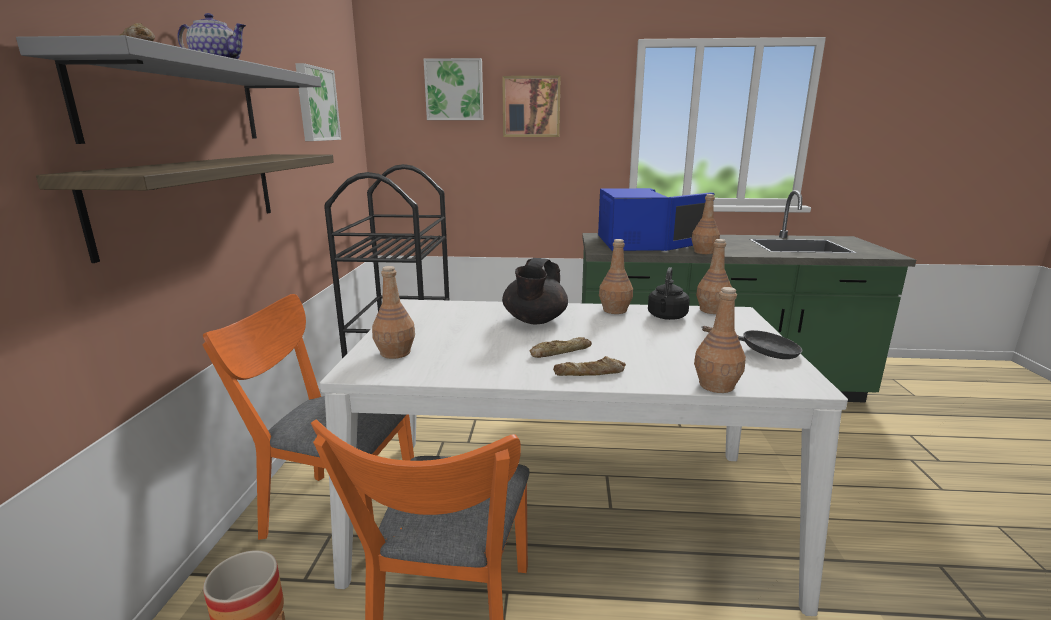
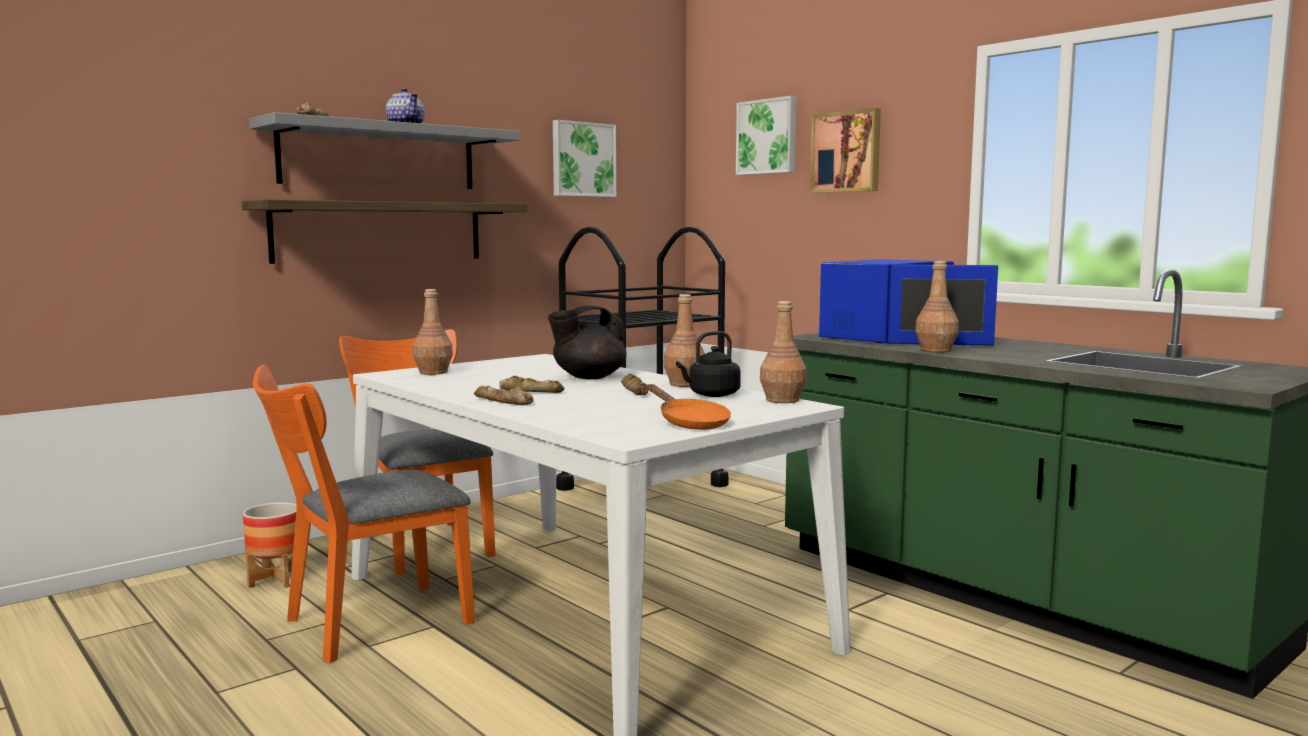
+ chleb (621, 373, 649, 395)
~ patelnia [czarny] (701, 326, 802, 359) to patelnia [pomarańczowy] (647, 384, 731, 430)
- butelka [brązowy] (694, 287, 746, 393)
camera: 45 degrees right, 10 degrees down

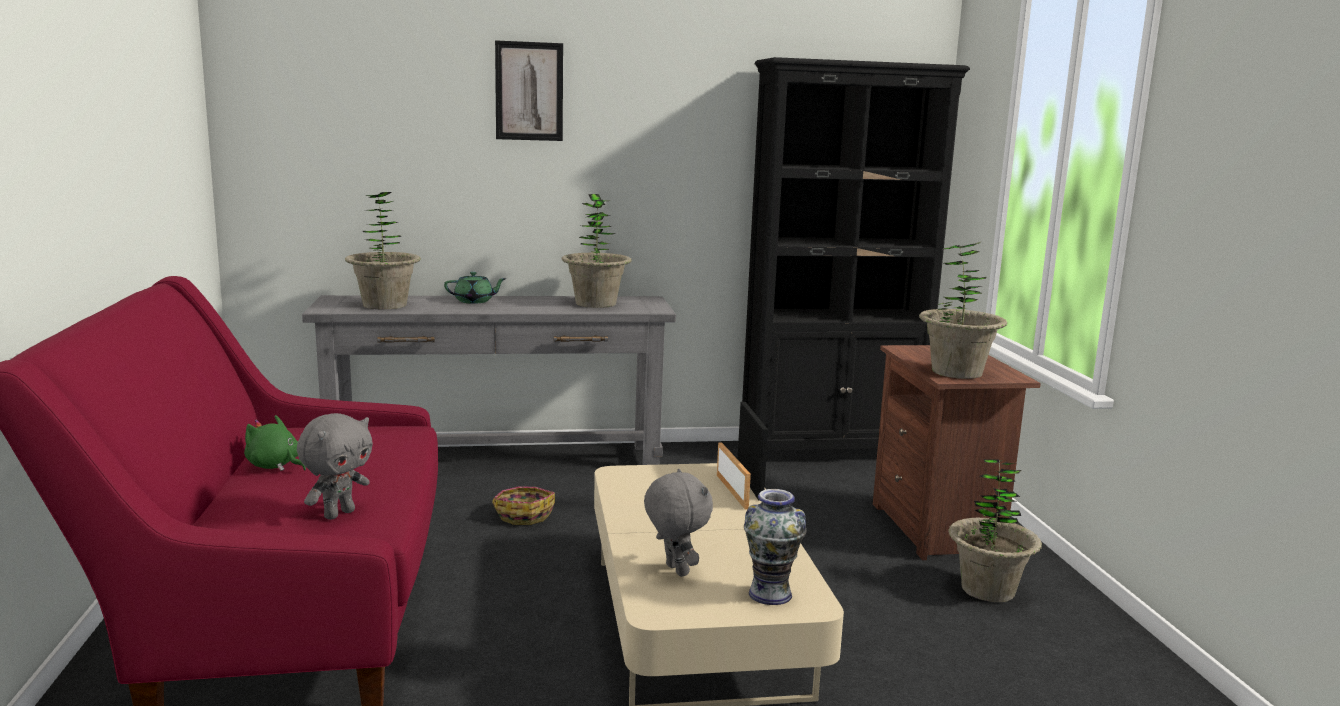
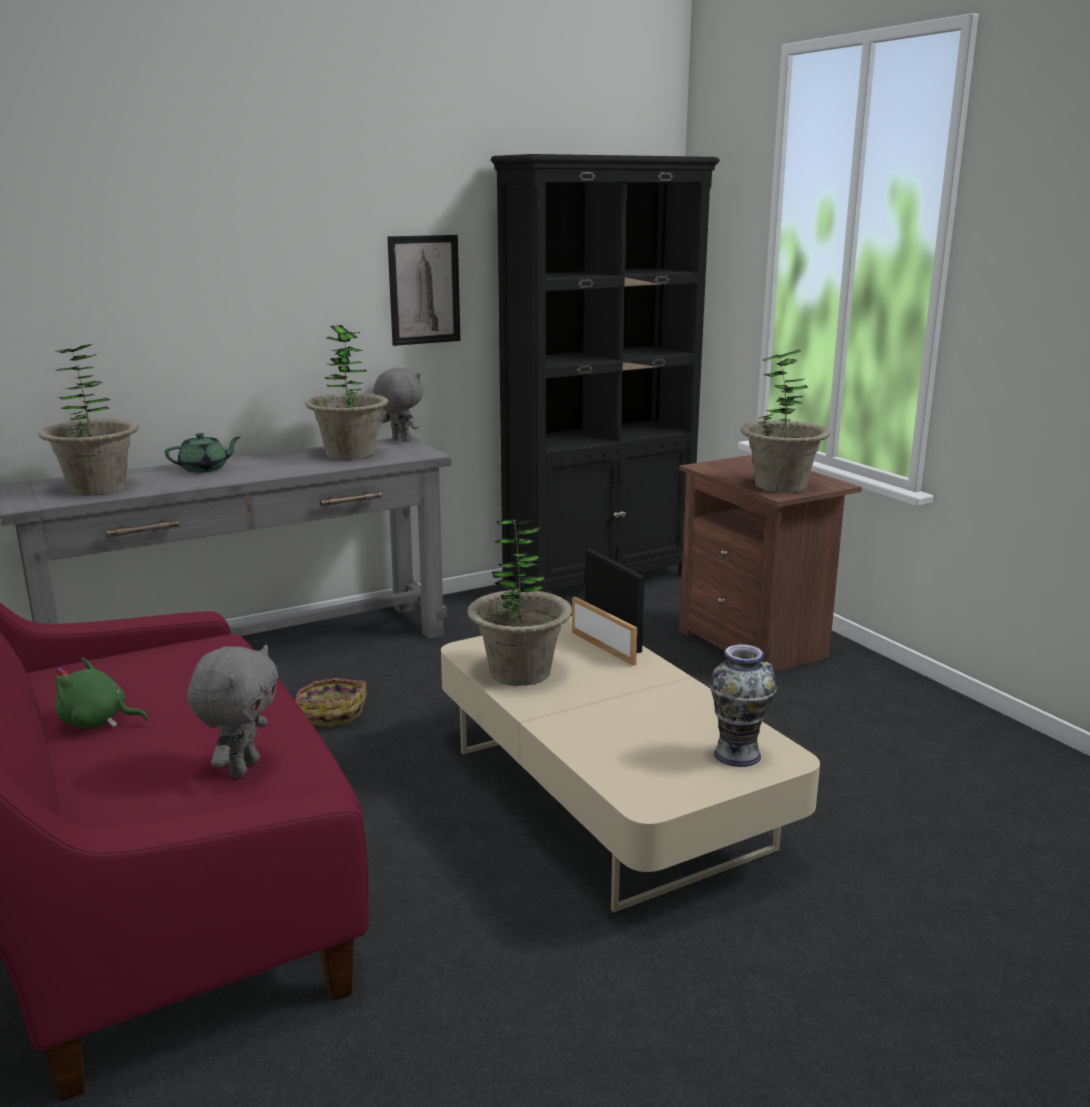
~ pluszak [szary] (644, 469, 713, 577) to (373, 368, 424, 442)
~ obraz (495, 40, 563, 141) to (387, 235, 461, 346)
~ roślina doniczkowa (948, 459, 1042, 602) to (467, 519, 573, 686)
camera: 20 degrees left, 5 degrees up

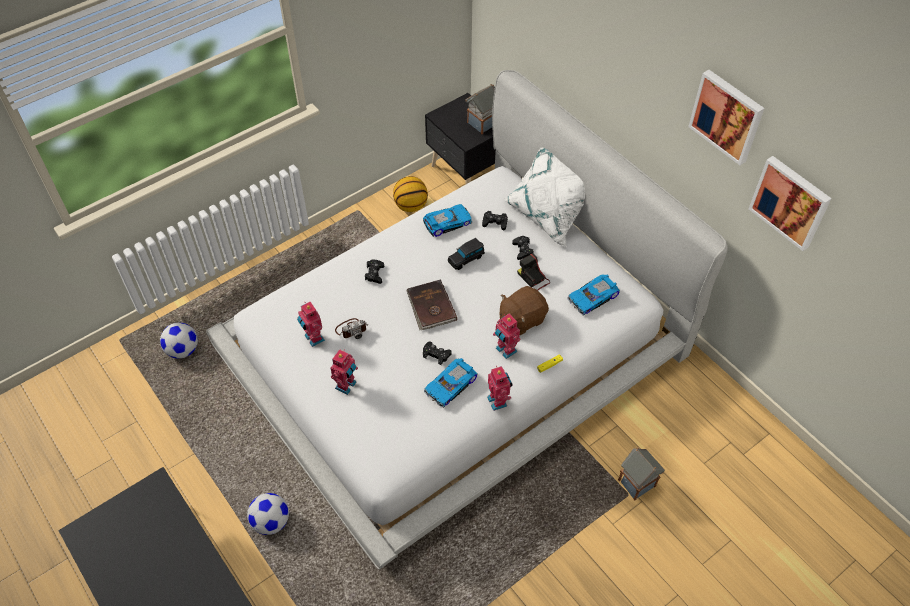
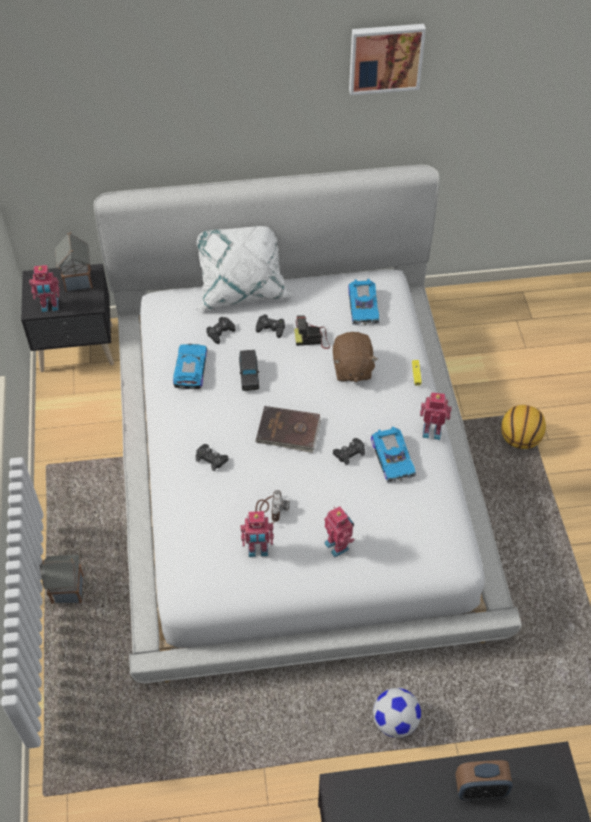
~ robot zabawkowy (493, 314, 520, 359) to (29, 265, 60, 312)
~ domek (618, 447, 665, 501) to (39, 554, 83, 604)
+ budzik (455, 760, 513, 800)
~ piłka do koszykówki (393, 176, 428, 212) to (501, 405, 546, 449)
- piłka futbolowa (160, 323, 198, 358)
- obraz (749, 156, 832, 251)
camera: 60 degrees left, 0 degrees up

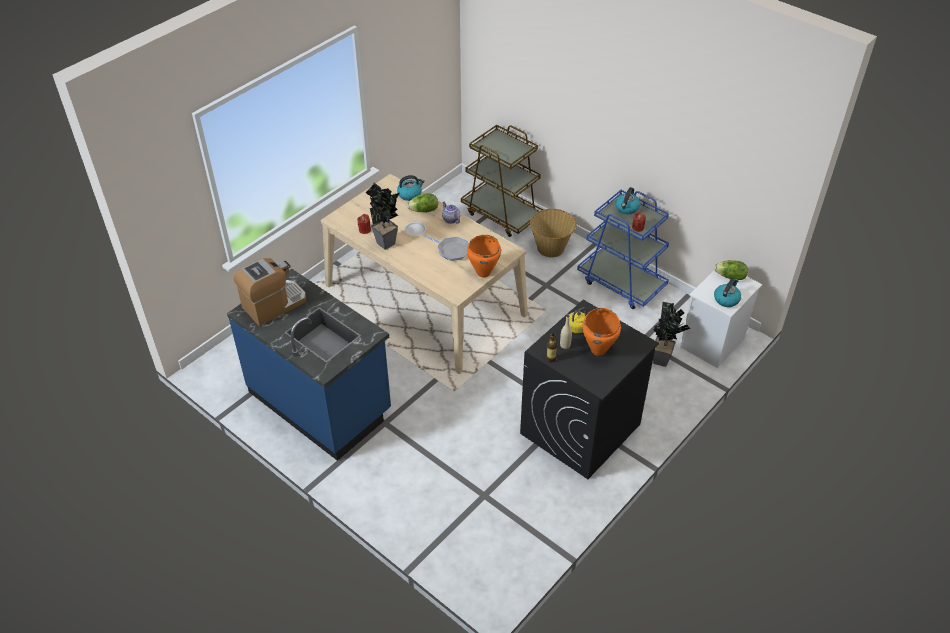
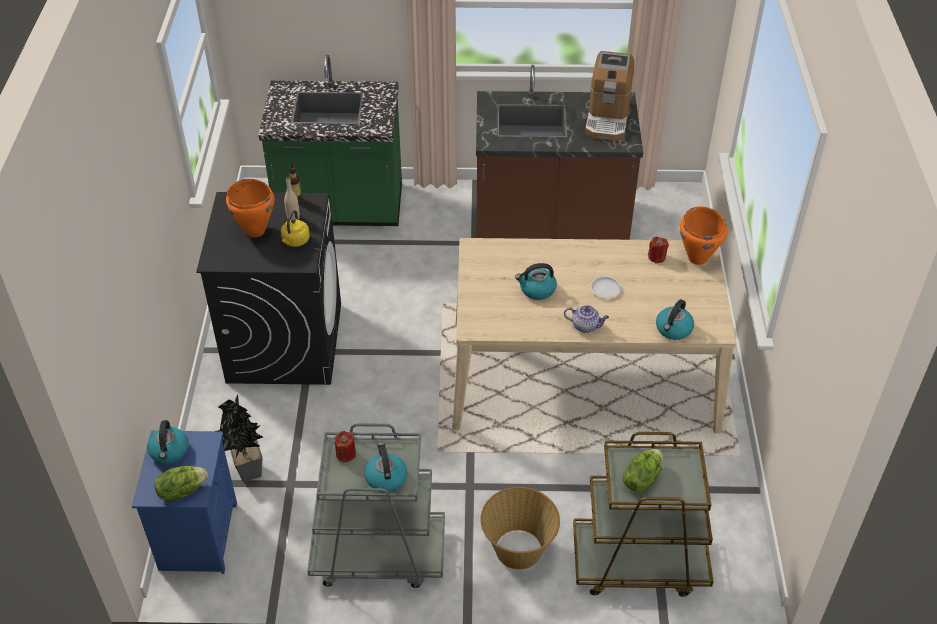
~ szafka nocna [biały] (680, 270, 762, 368) to szafka nocna [niebieski] (132, 431, 237, 574)
+ zabudowa kuchenna [zielony] (259, 55, 402, 226)
~ wózek [niebieski] (577, 190, 669, 309) to wózek [szary] (307, 423, 445, 588)
~ zabudowa kuchenna [niebieski] (227, 269, 391, 461) to zabudowa kuchenna [brązowy] (476, 65, 643, 240)
~ patelnia (424, 235, 469, 261) to czajnik (515, 263, 557, 300)
~ sałata (407, 194, 438, 213) to (622, 449, 663, 492)
~ garnek [pomarańczowy] (467, 235, 501, 277) to (680, 206, 727, 265)
- roślina doniczkowa (366, 183, 399, 250)
camera: 140 degrees right, 0 degrees up

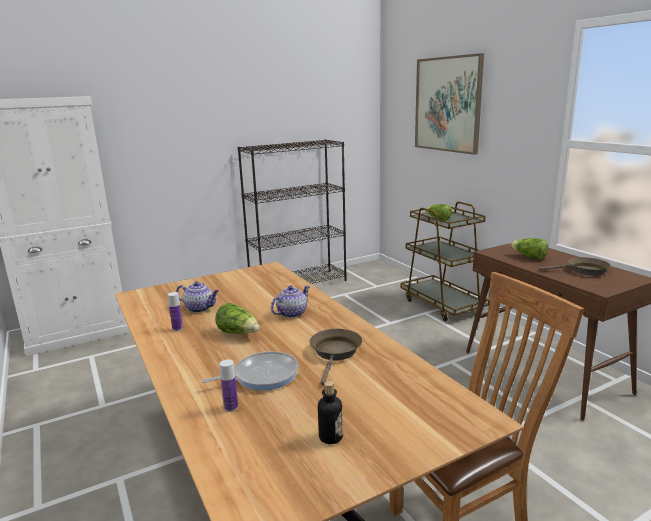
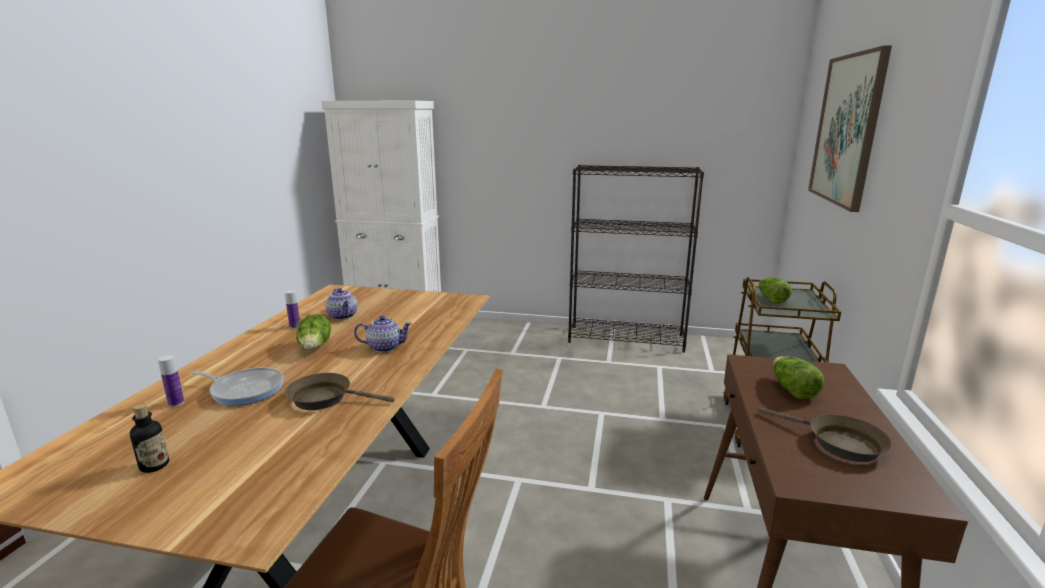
~ patelnia [brązowy] (310, 329, 362, 386) = (285, 373, 395, 410) 135 degrees counterclockwise
camera: 40 degrees right, 0 degrees up

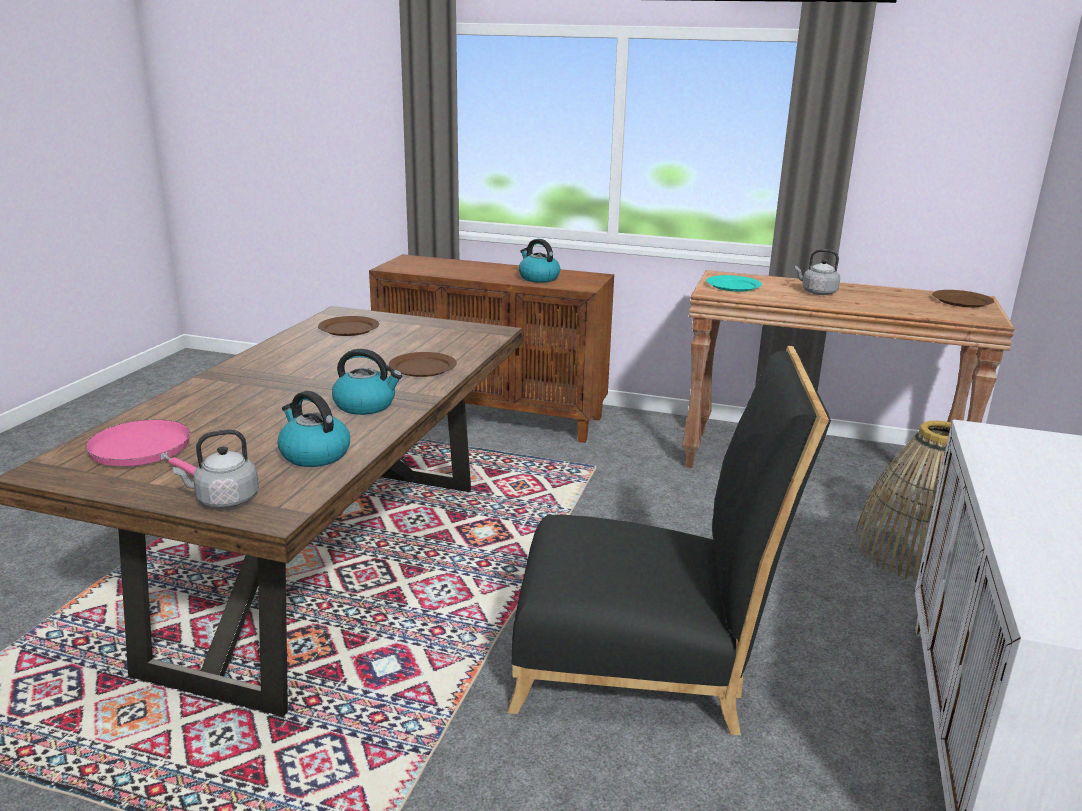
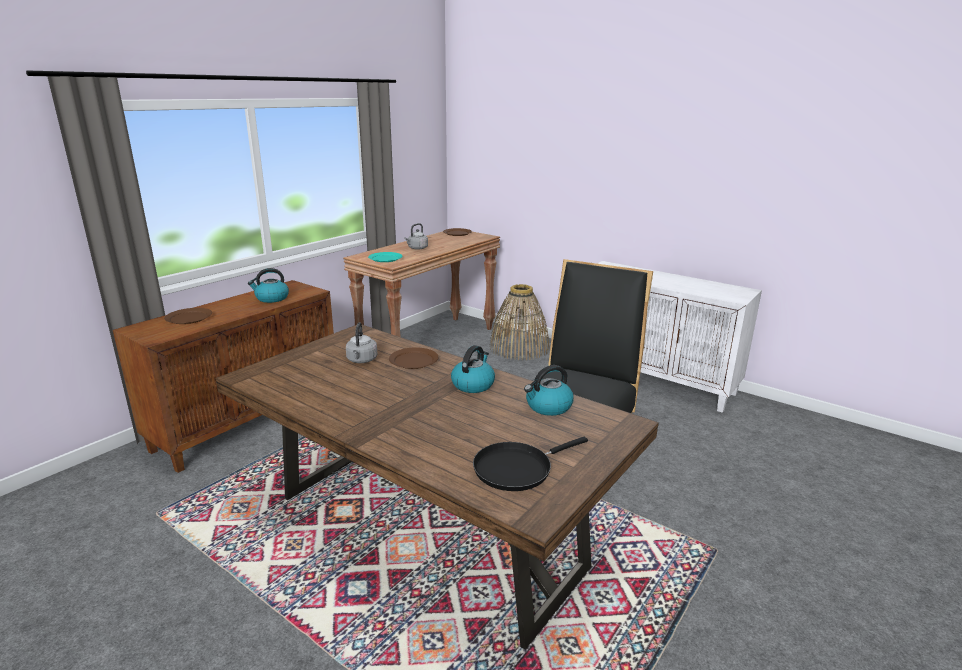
~ talerz [brązowy] (318, 316, 379, 336) to (164, 308, 212, 324)
~ czajnik [szary] (173, 429, 259, 508) to (346, 322, 378, 363)
~ patelnia [różowy] (85, 420, 197, 476) to patelnia [czarny] (473, 437, 588, 491)
camera: 70 degrees left, 0 degrees up

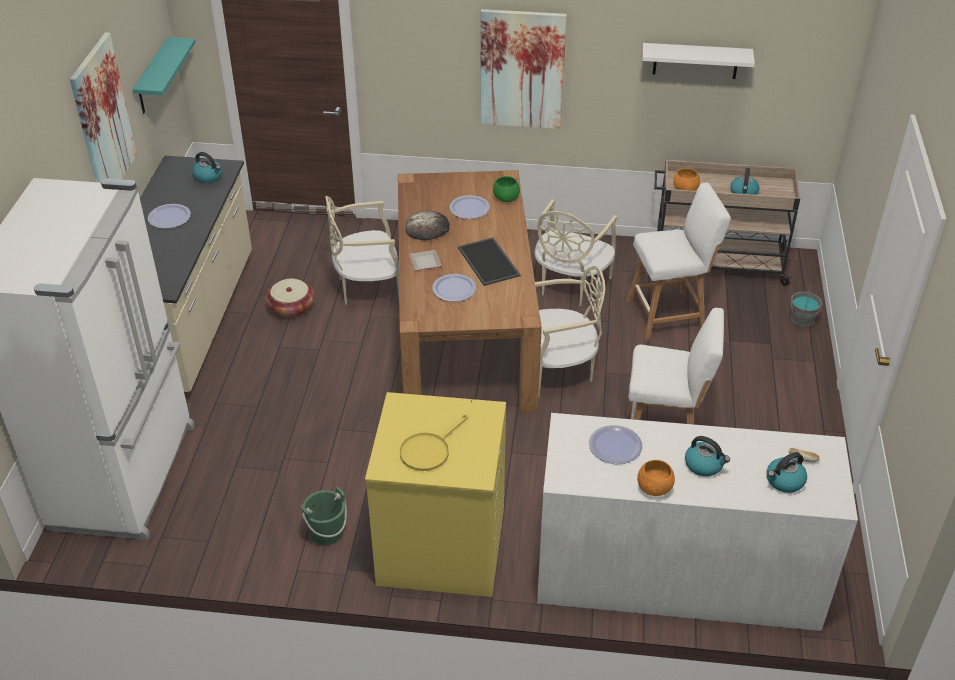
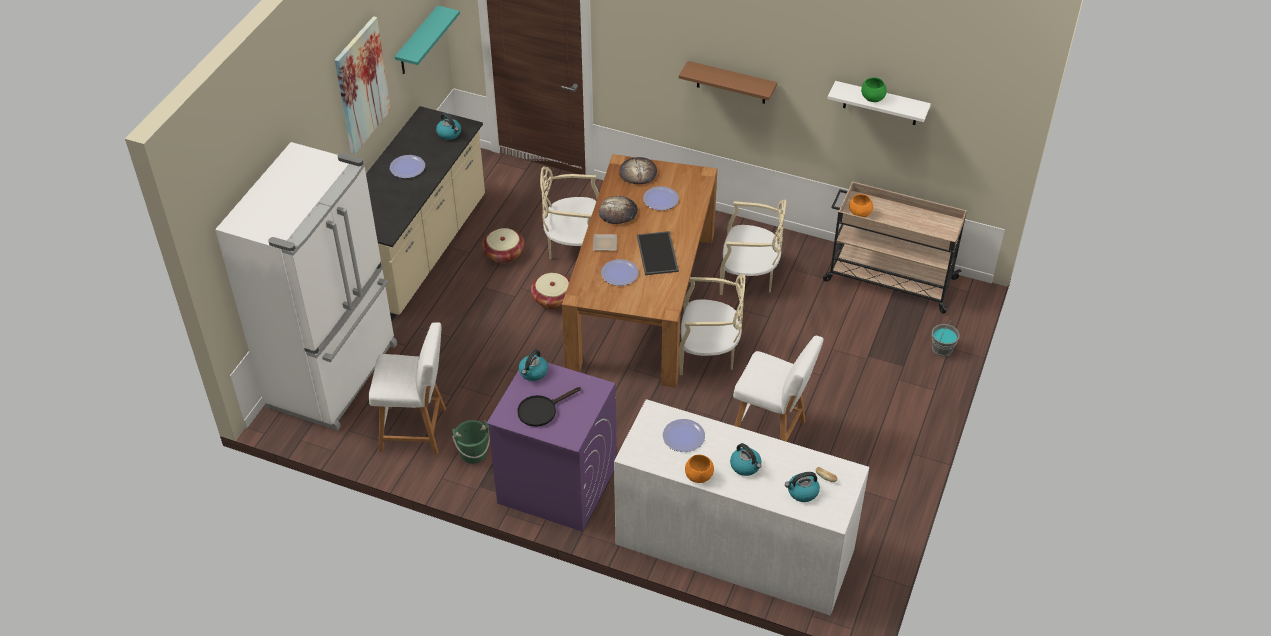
~ stołek [biały] (627, 183, 731, 339) to (369, 322, 446, 454)
~ pralka [żółty] (365, 392, 506, 597) to pralka [fioletowy] (487, 363, 617, 532)
~ patelnia [żółty] (400, 414, 468, 471) to patelnia [czarny] (517, 387, 581, 427)
~ czajnik (730, 168, 759, 195) to (519, 349, 548, 381)
+ koszyk (531, 273, 570, 309)
+ chleb (619, 157, 657, 184)
~ obraz (480, 9, 567, 129) to półka [brązowy] (679, 61, 777, 104)
~ krzesło [beżowy] (535, 199, 617, 306) = (720, 200, 786, 295) 120 degrees counterclockwise
~ miska [zielony] (493, 176, 520, 202) to (861, 77, 887, 102)
camera: 15 degrees right, 5 degrees up

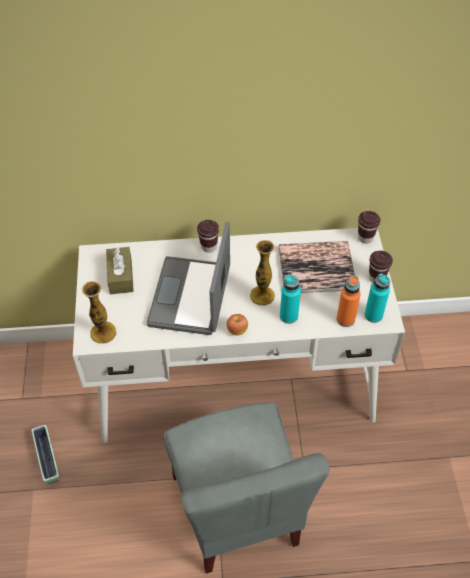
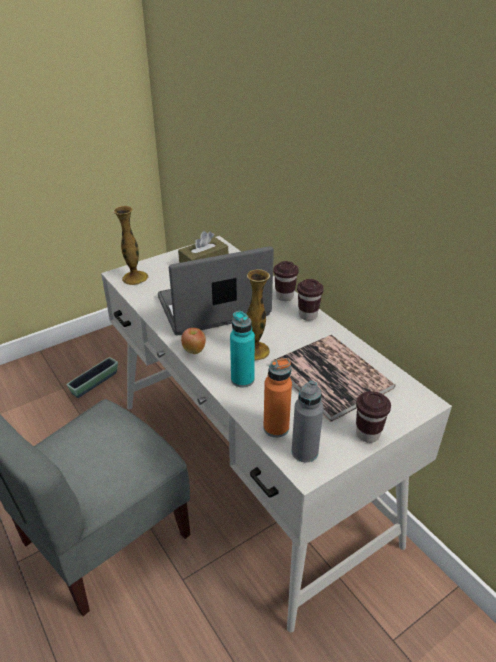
~ butelka [turkusowy] (365, 273, 390, 323) to butelka [szary] (291, 381, 324, 462)
~ filiżanka [brązowy] (358, 211, 380, 243) to (297, 279, 324, 321)
camera: 60 degrees right, 15 degrees down

